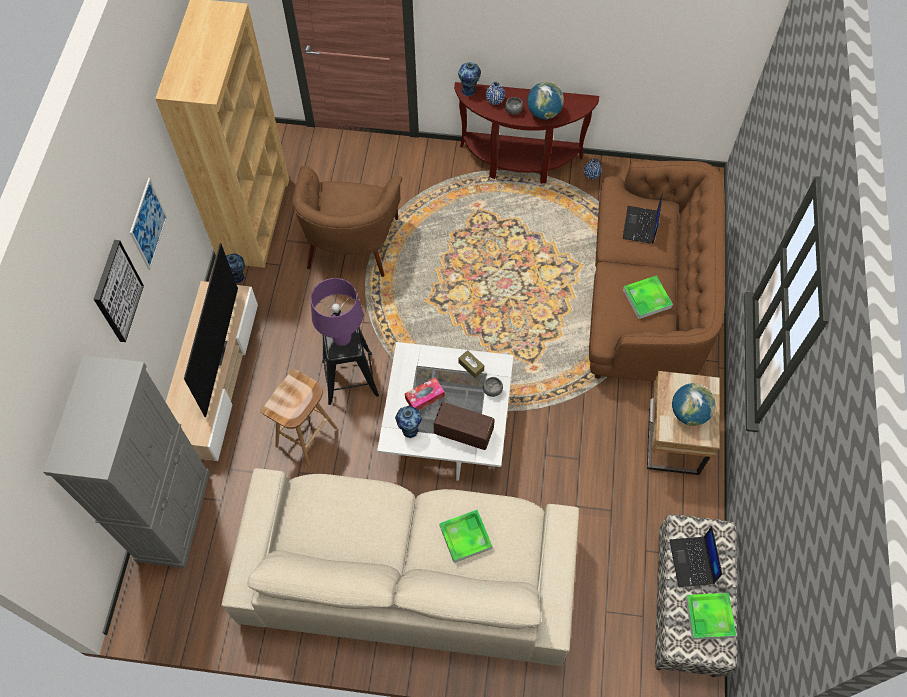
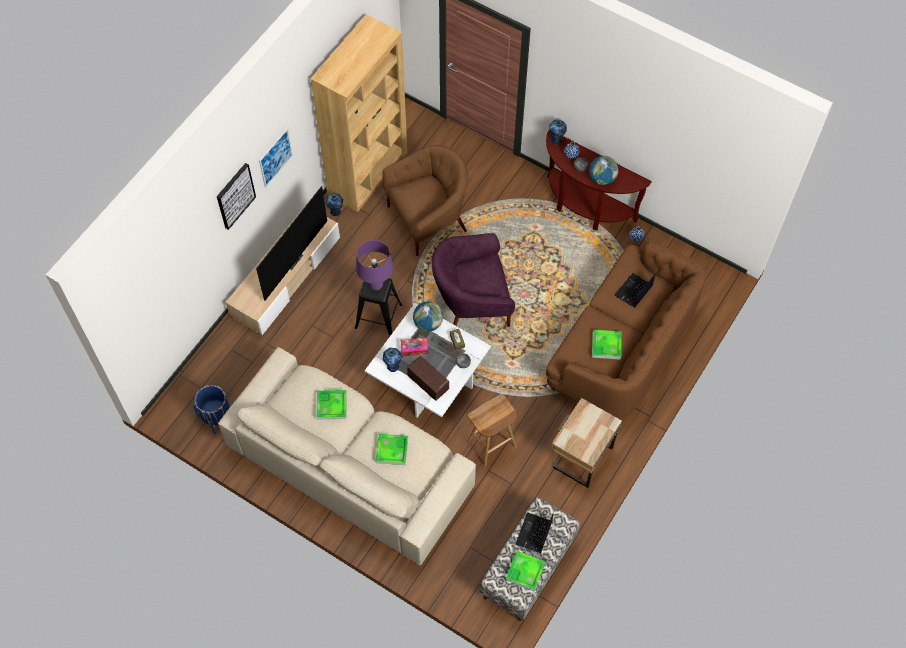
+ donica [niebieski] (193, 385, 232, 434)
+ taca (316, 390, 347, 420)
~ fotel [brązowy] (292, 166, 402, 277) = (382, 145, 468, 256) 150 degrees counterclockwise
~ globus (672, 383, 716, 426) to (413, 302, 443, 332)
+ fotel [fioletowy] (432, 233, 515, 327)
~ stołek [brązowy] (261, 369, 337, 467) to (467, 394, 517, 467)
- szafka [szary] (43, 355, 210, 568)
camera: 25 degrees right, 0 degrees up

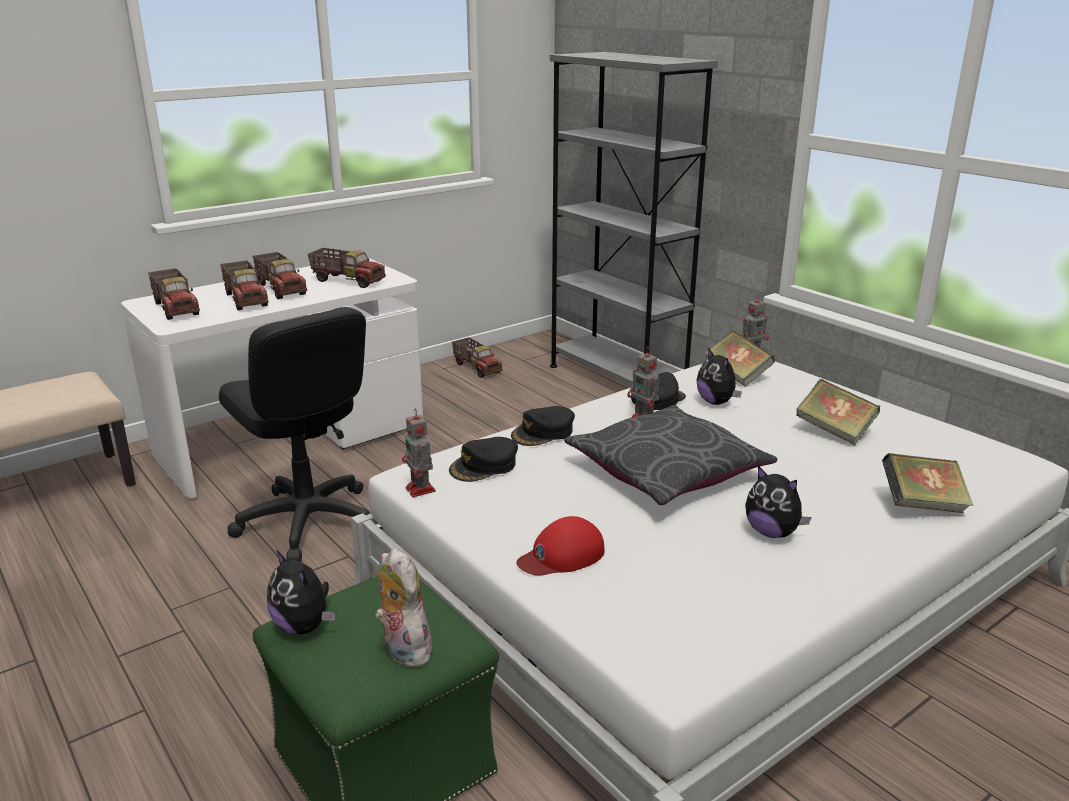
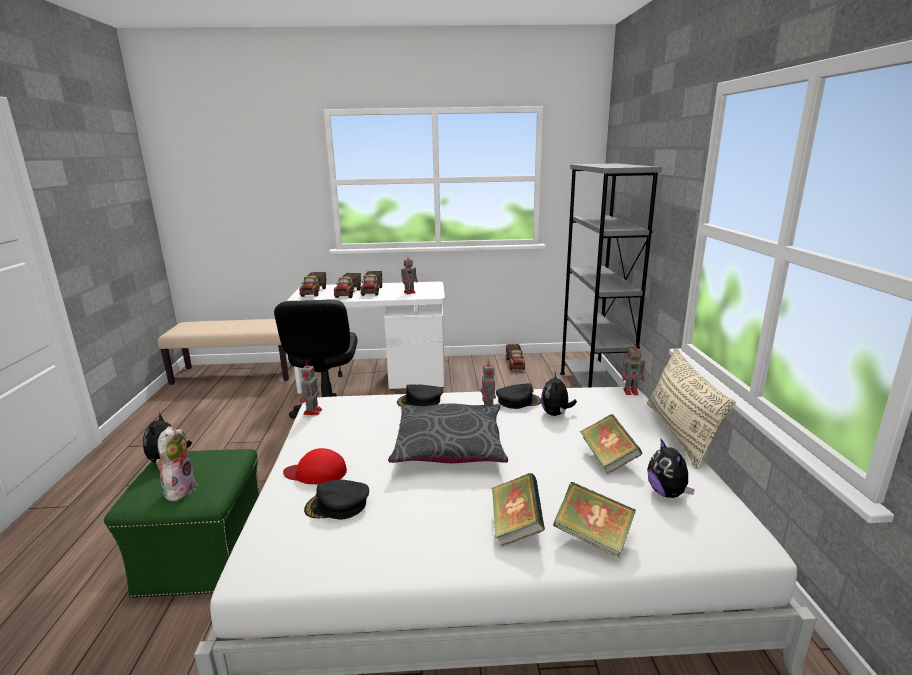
~ czapka z daszkiem [czarny] (449, 437, 518, 482) to (304, 480, 369, 520)
~ ciężarówka zabawkowa (308, 248, 386, 288) to robot zabawkowy (401, 255, 418, 294)
~ książka (705, 330, 775, 387) to (492, 473, 545, 547)
+ poduszka [beżowy] (647, 348, 736, 469)
~ pluszak (745, 466, 812, 538) to (647, 439, 695, 498)
camera: 35 degrees right, 5 degrees down

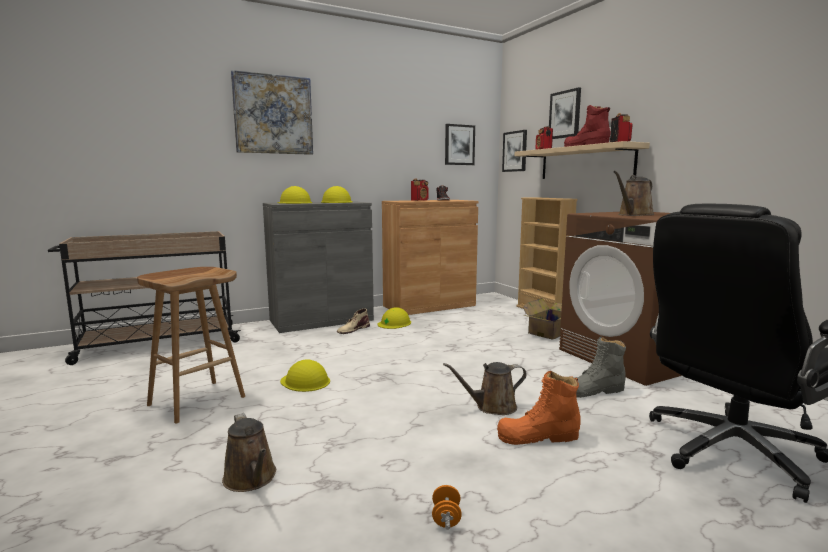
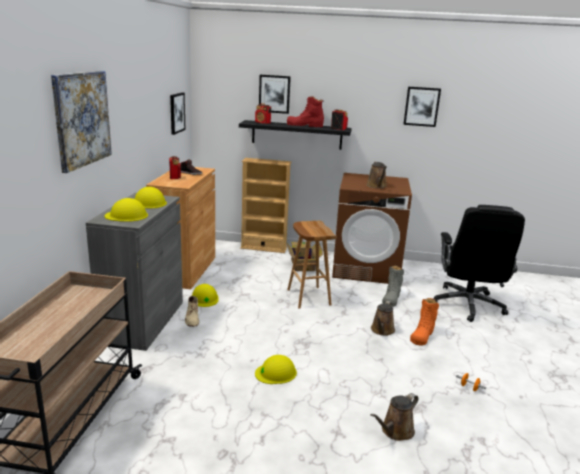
~ półka [beżowy] (515, 141, 650, 179) to półka [czarny] (239, 120, 352, 150)
~ stołek [brązowy] (137, 267, 245, 423) to (287, 221, 337, 309)
~ konewka [brązowy] (222, 413, 276, 492) = (370, 393, 418, 441) 135 degrees clockwise
~ obraz (502, 130, 527, 172) to (403, 87, 441, 127)
camera: 55 degrees left, 10 degrees up

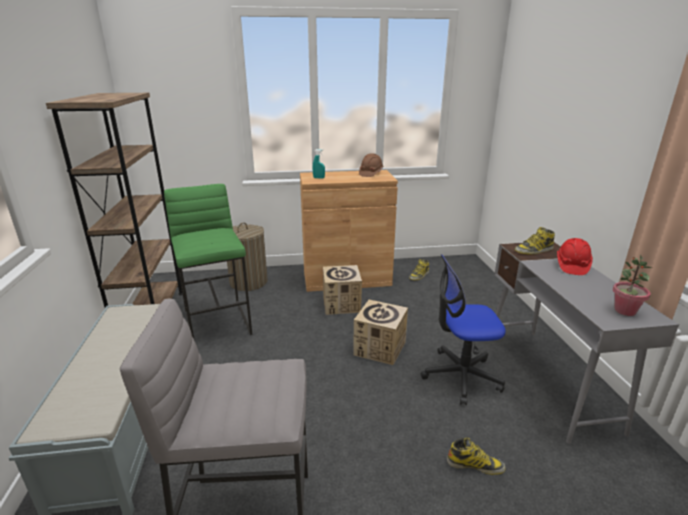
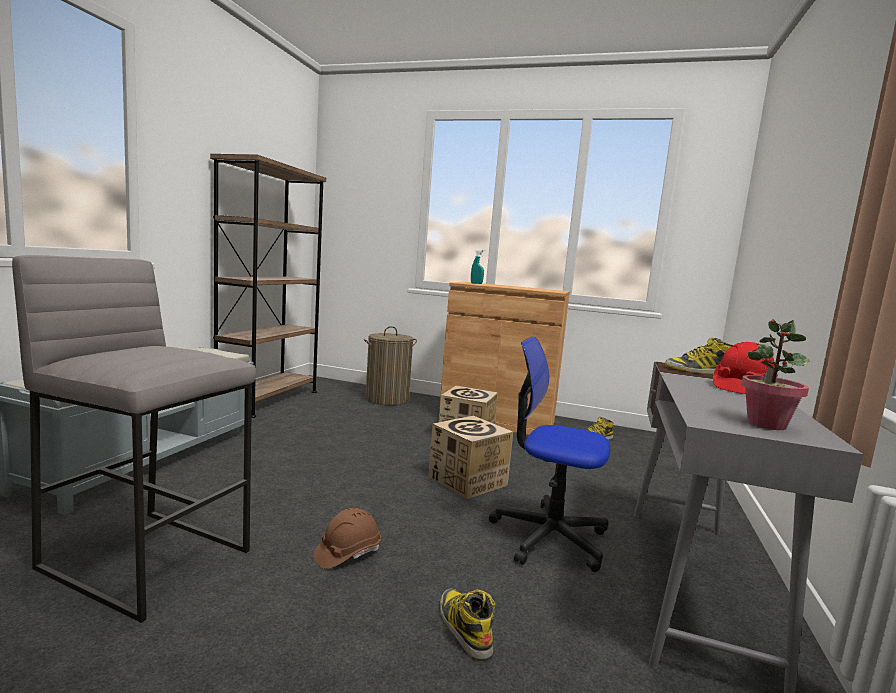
~ kask [brązowy] (359, 153, 383, 177) to (313, 508, 381, 569)
~ but z cholewką (447, 437, 506, 475) = (440, 589, 495, 659) 150 degrees counterclockwise
- stołek [zielony] (164, 184, 252, 338)
camera: 25 degrees right, 15 degrees down

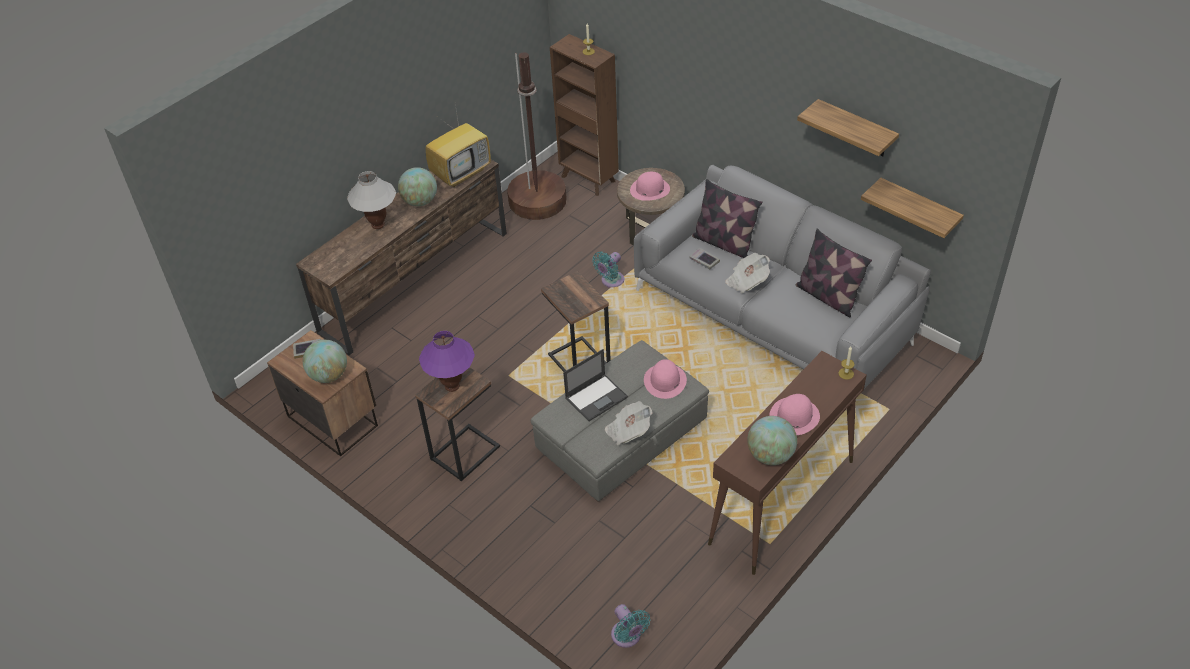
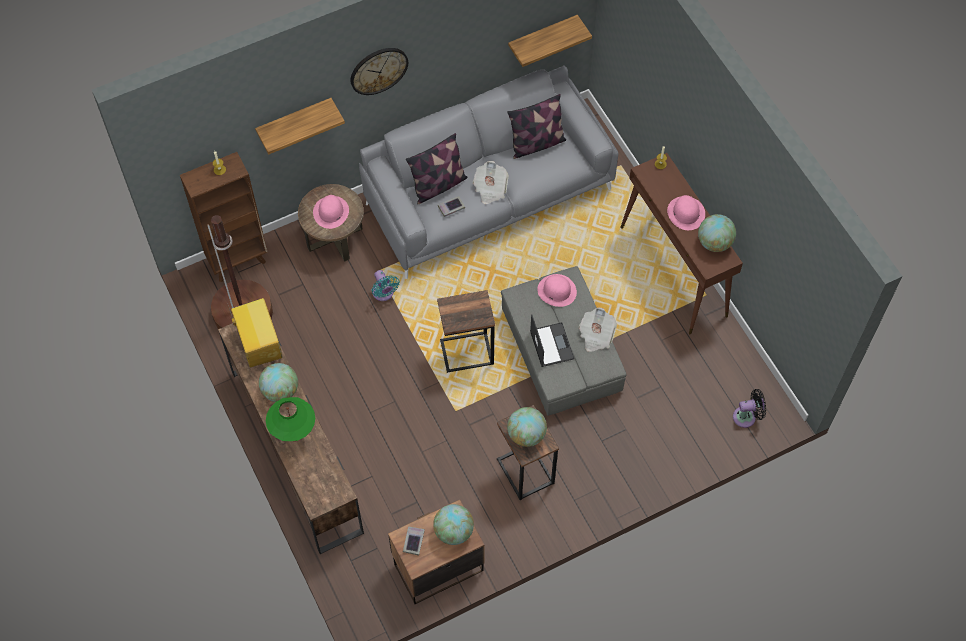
~ półka (797, 99, 899, 157) to (255, 98, 345, 154)
~ lampa stołowa [biały] (347, 171, 396, 229) to lampa stołowa [zielony] (266, 397, 315, 441)
+ zegar ścienny (350, 48, 408, 95)
~ lampa stołowa [fioletowy] (419, 331, 475, 392) to globus (507, 407, 547, 447)
~ wentylator [turkusowy] (611, 604, 651, 648) to wentylator [czarny] (733, 389, 766, 428)
camera: 70 degrees left, 15 degrees up

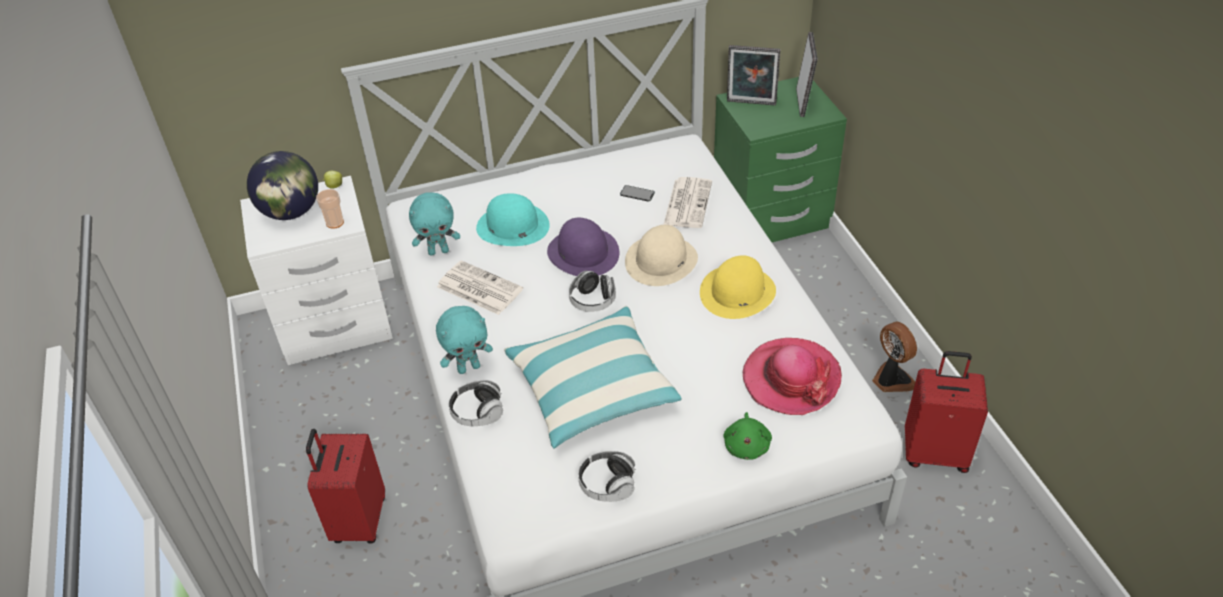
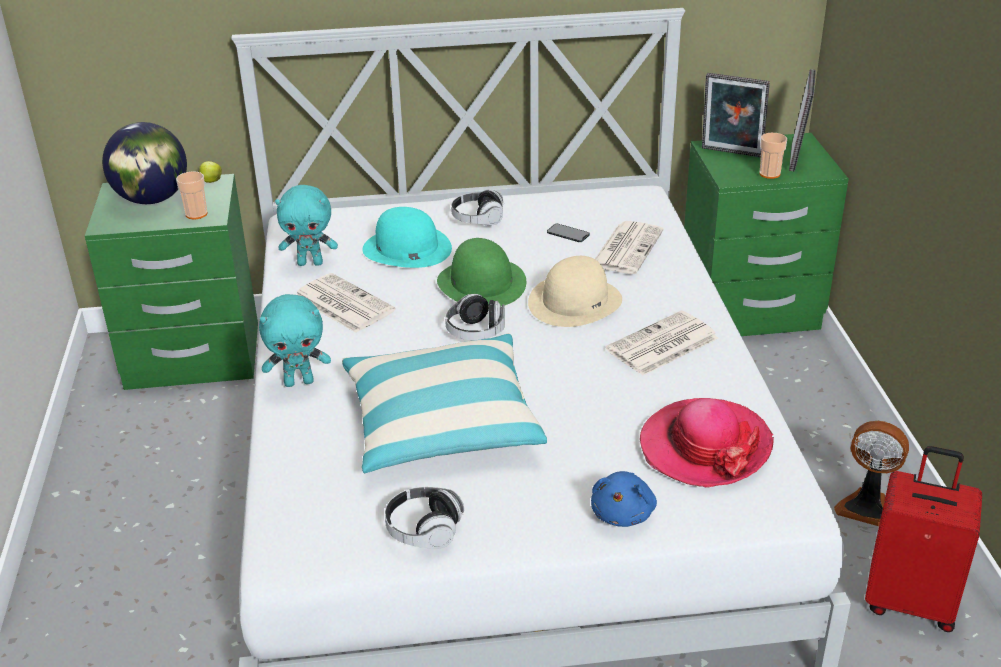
~ szafka nocna [biały] (240, 176, 393, 365) to szafka nocna [zielony] (85, 174, 258, 390)
~ kapelusz [fioletowy] (547, 218, 619, 276) to kapelusz [zielony] (437, 238, 527, 306)
~ słuchawki (449, 380, 503, 426) to (451, 189, 504, 226)
~ pluszak [zielony] (723, 412, 772, 460) to pluszak [niebieski] (591, 471, 657, 527)
~ kapelusz [żółty] (700, 255, 776, 319) to gazeta (606, 311, 718, 375)
+ filiżanka (759, 133, 787, 179)
~ wentylator (872, 322, 917, 392) = (834, 421, 909, 526) 135 degrees clockwise
- walizka [czerwony] (306, 429, 385, 543)
camera: 10 degrees right, 10 degrees down

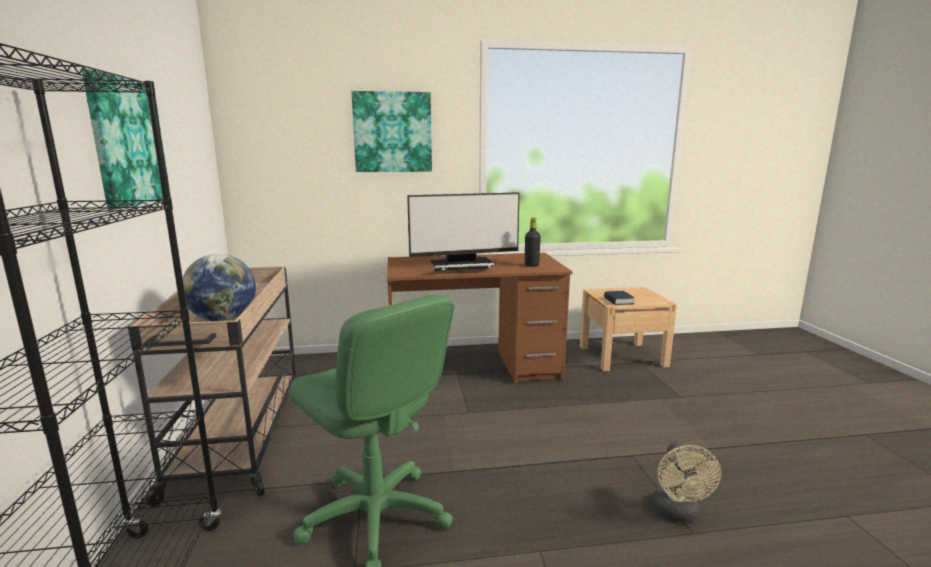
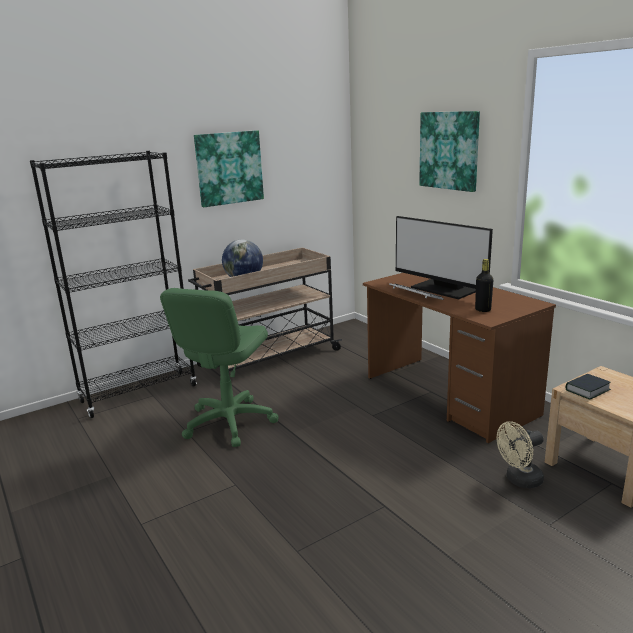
~ wentylator [beżowy] (652, 443, 721, 523) to (497, 421, 544, 488)
camera: 65 degrees right, 5 degrees up

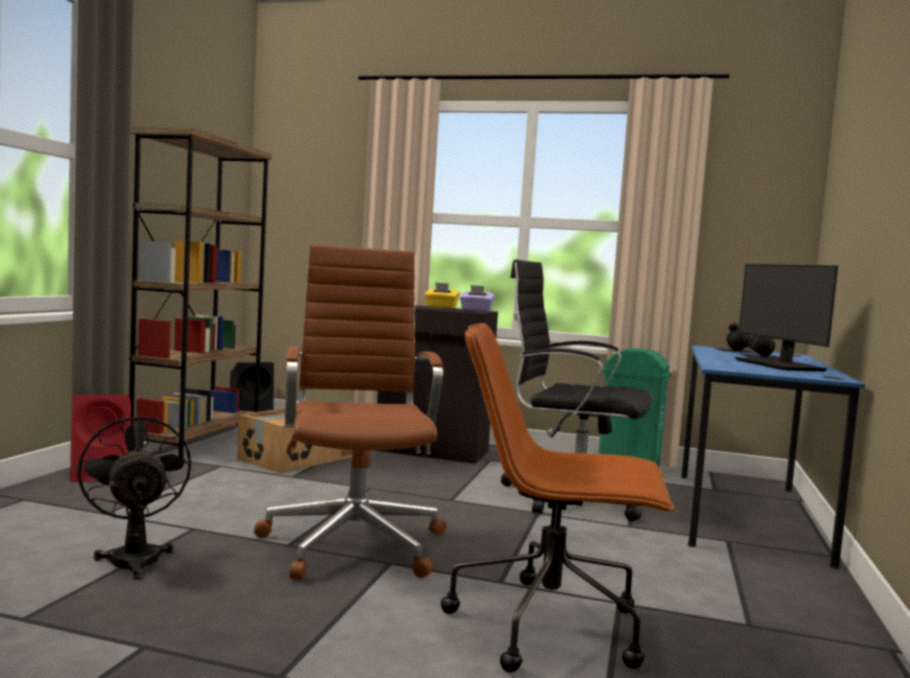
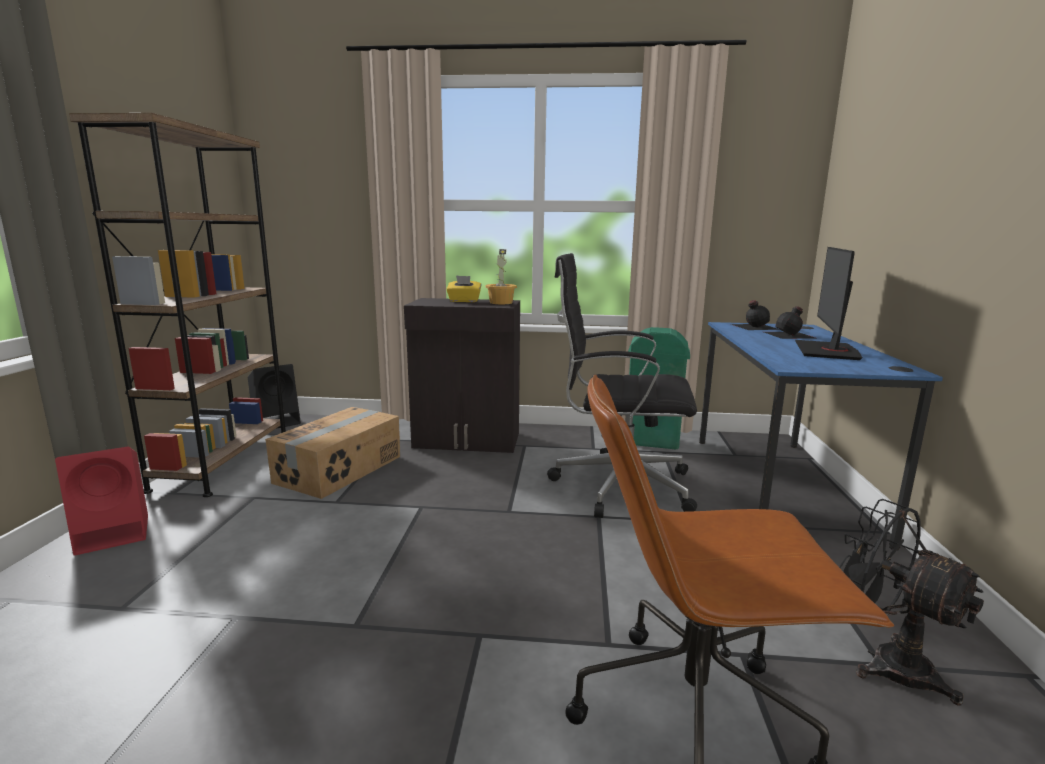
~ pudełko chusteczek [fioletowy] (460, 285, 495, 312) to roślina doniczkowa (485, 249, 517, 304)
~ monitor (735, 264, 838, 371) = (795, 247, 863, 360) 45 degrees clockwise
~ wentylator [czarny] (78, 415, 191, 580) to (839, 499, 984, 706)
- krzesło biurowe [brązowy] (254, 244, 446, 580)
camera: 10 degrees left, 10 degrees up

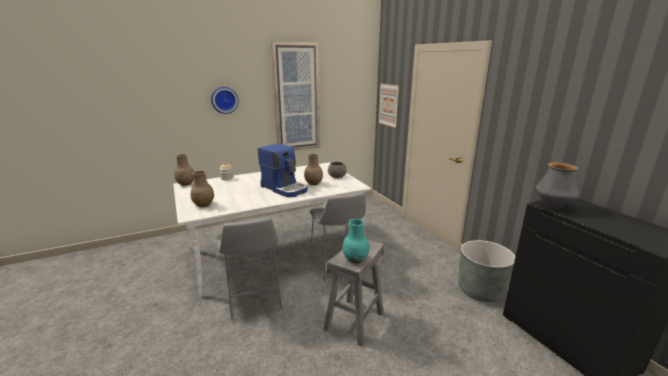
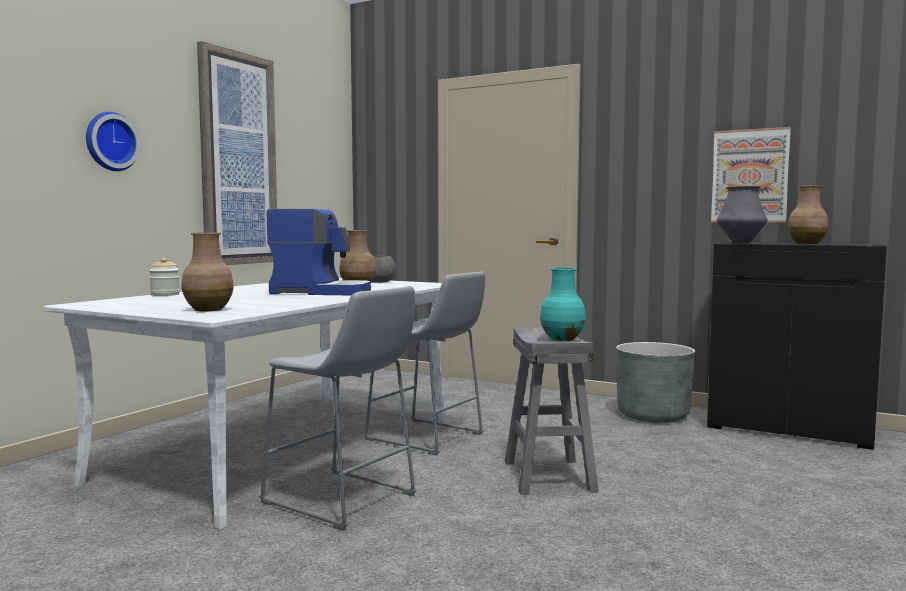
~ obraz (378, 84, 399, 128) to (711, 127, 791, 223)
~ wazon [brązowy] (174, 154, 194, 186) to (788, 185, 829, 244)
camera: 35 degrees left, 15 degrees down

